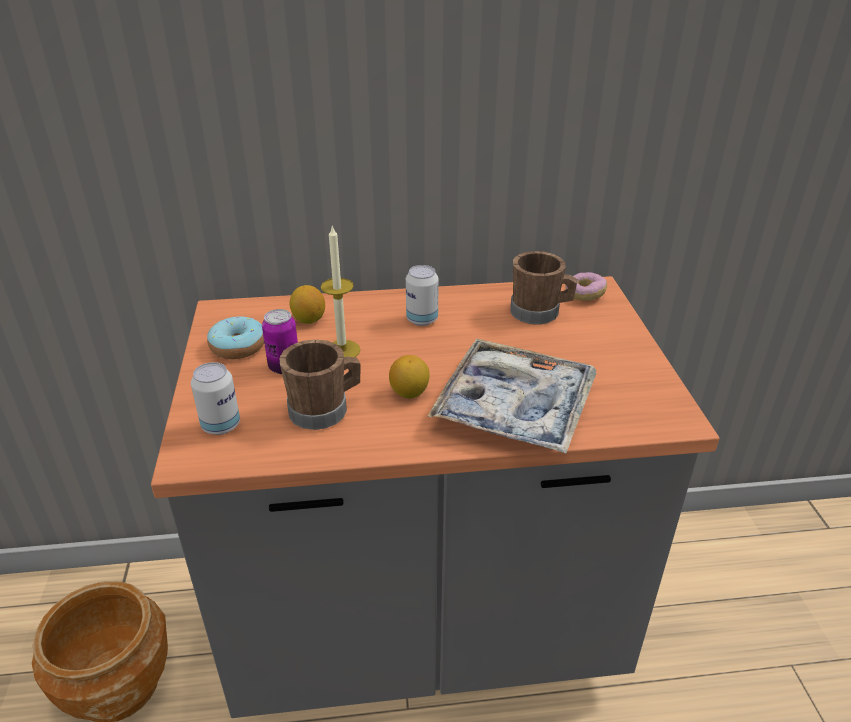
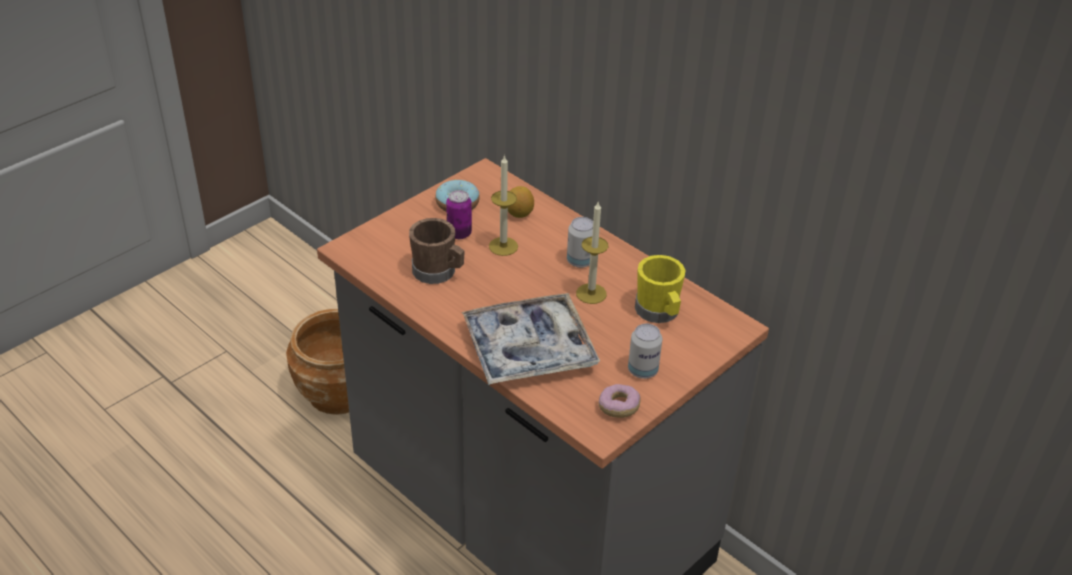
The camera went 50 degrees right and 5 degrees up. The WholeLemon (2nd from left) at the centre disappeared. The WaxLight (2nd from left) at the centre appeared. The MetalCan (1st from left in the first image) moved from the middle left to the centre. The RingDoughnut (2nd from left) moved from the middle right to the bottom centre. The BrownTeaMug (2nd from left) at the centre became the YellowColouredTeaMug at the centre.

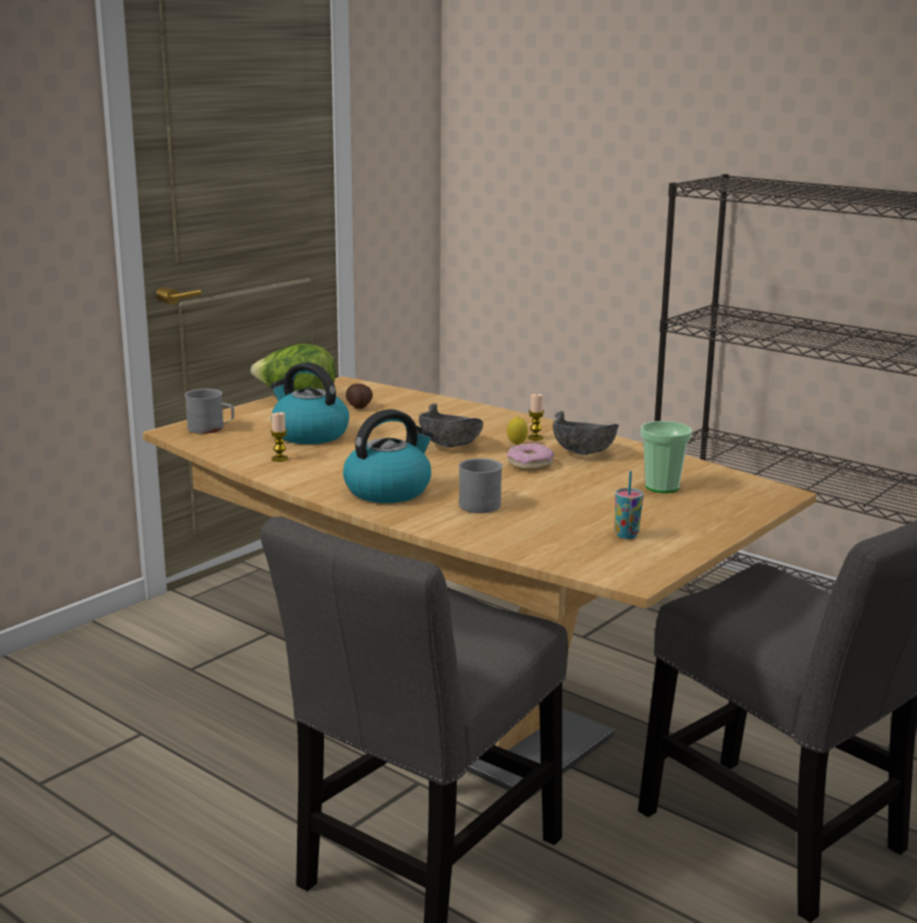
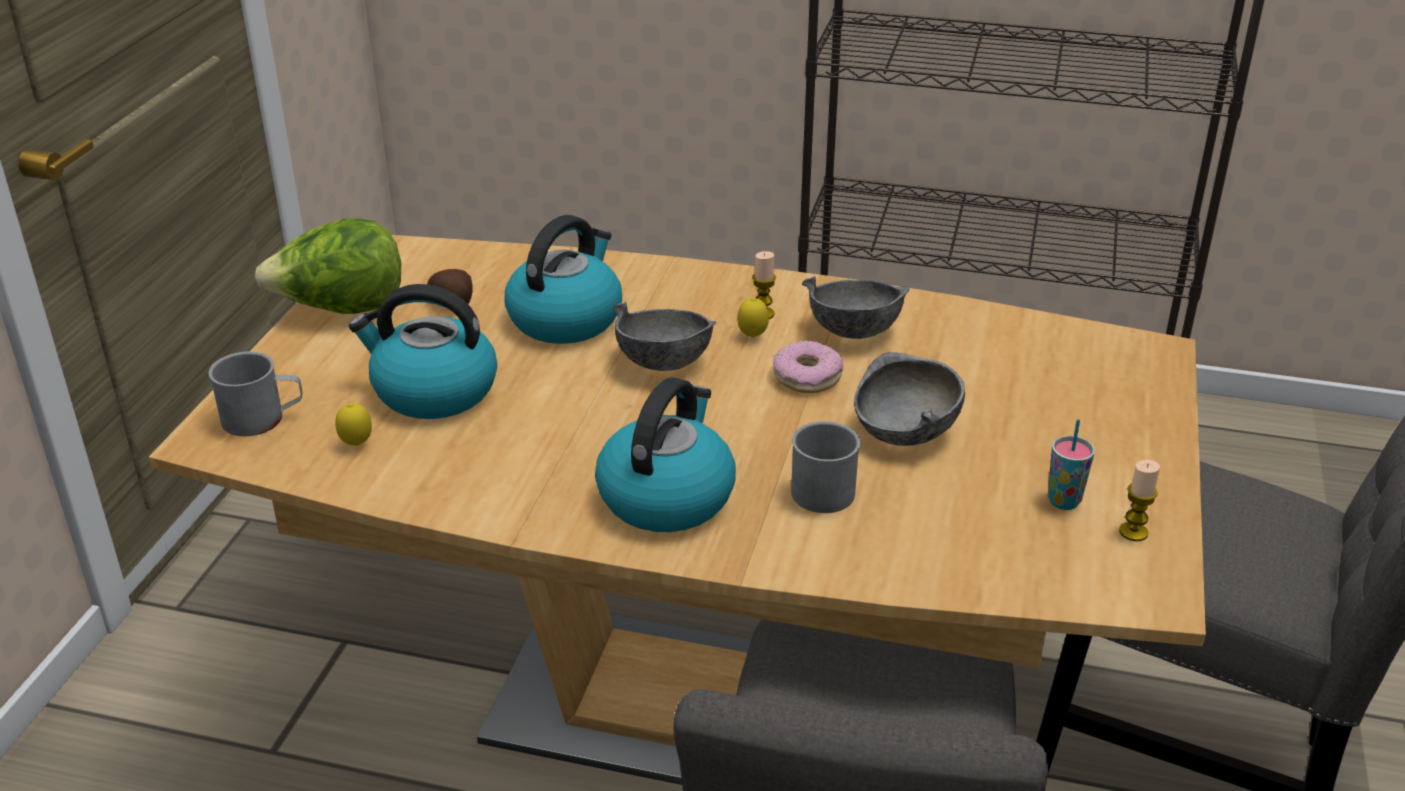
The camera went 25 degrees left and 15 degrees up. The Cup (2nd from left) at the middle right disappeared. The WholeLemon (1st from left) at the middle left appeared. The Kettle (2nd from left) at the centre appeared. The GrayDeepDish (3rd from left) at the centre appeared. The WaxLight (1st from left in the first image) moved from the middle left to the middle right.

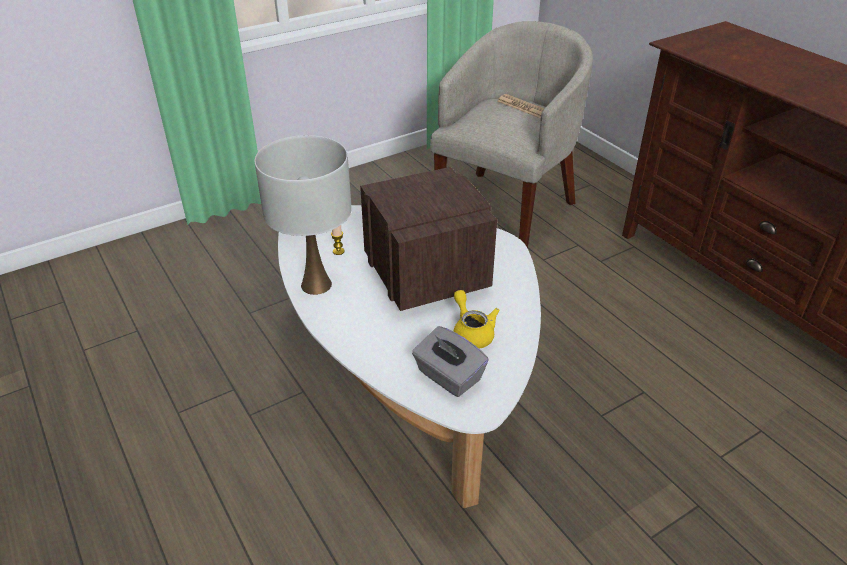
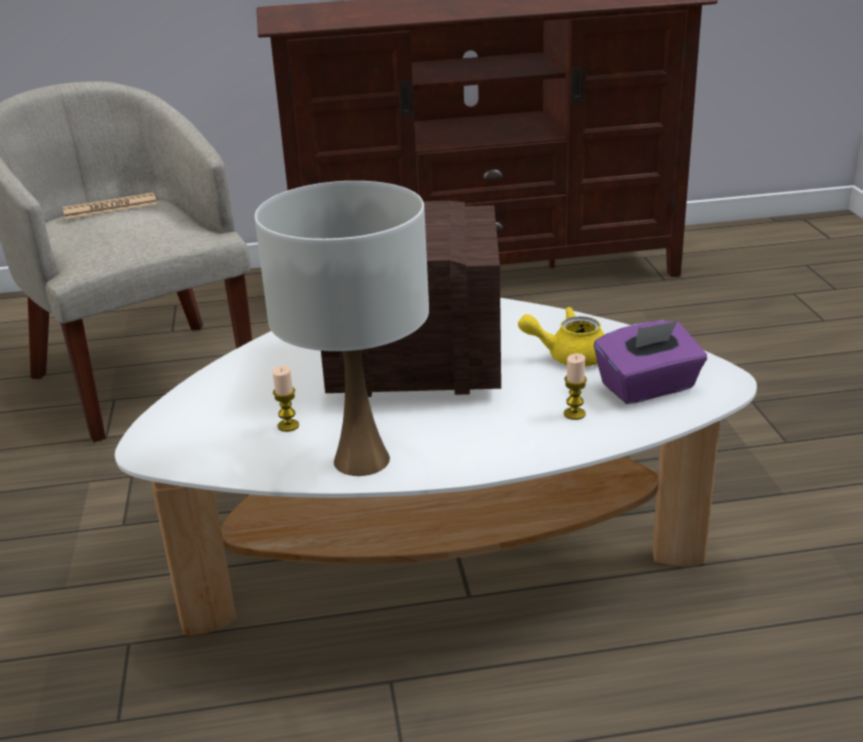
The camera went 65 degrees left and 10 degrees down. The WaxLight (2nd from left) at the centre appeared. The GrayBoxOfTissues at the centre became the PurpleBoxOfTissues at the middle right.

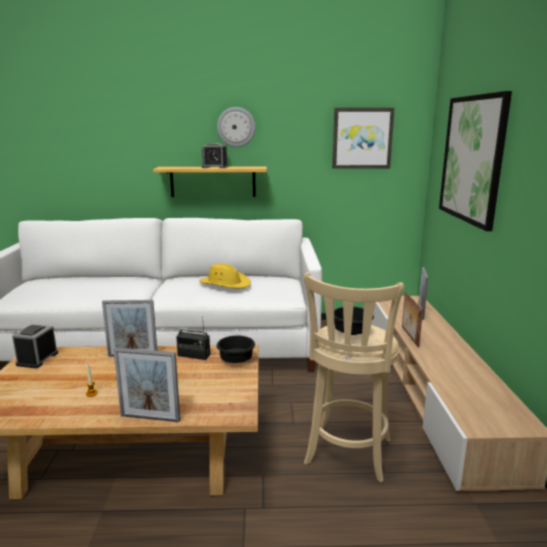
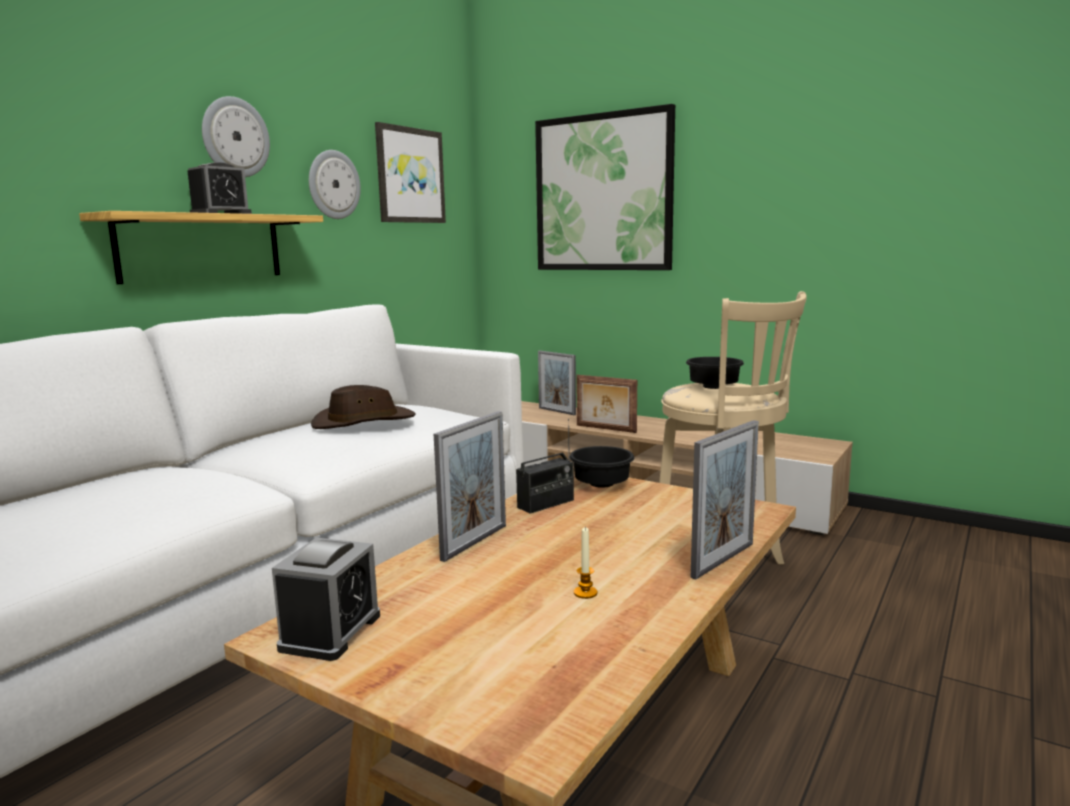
The camera went 55 degrees left and 5 degrees down. The ClockOnTheWall (2nd from left) at the top left appeared. The YellowColouredWearableHat at the centre became the BrownWearableHat at the centre. The AlarmClock (1st from left in the first image) at the middle left turned 120 degrees counterclockwise.

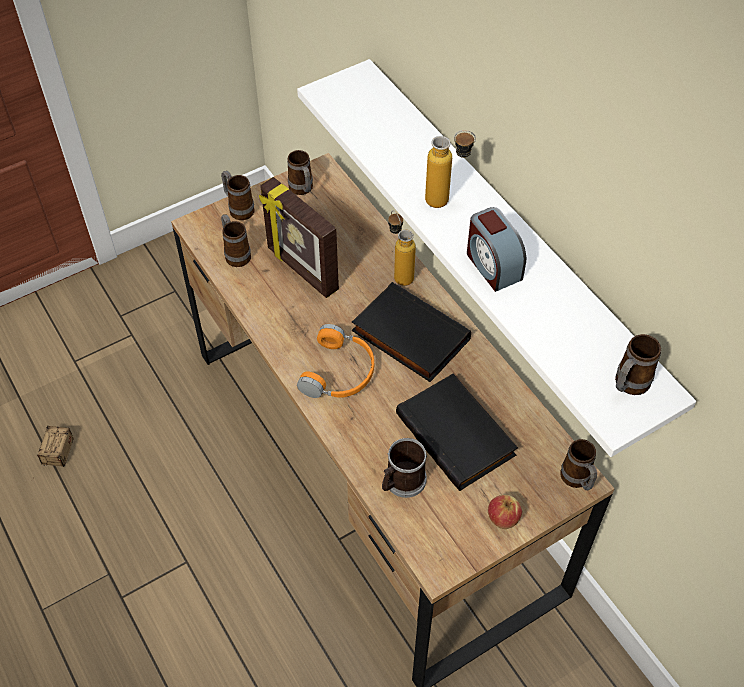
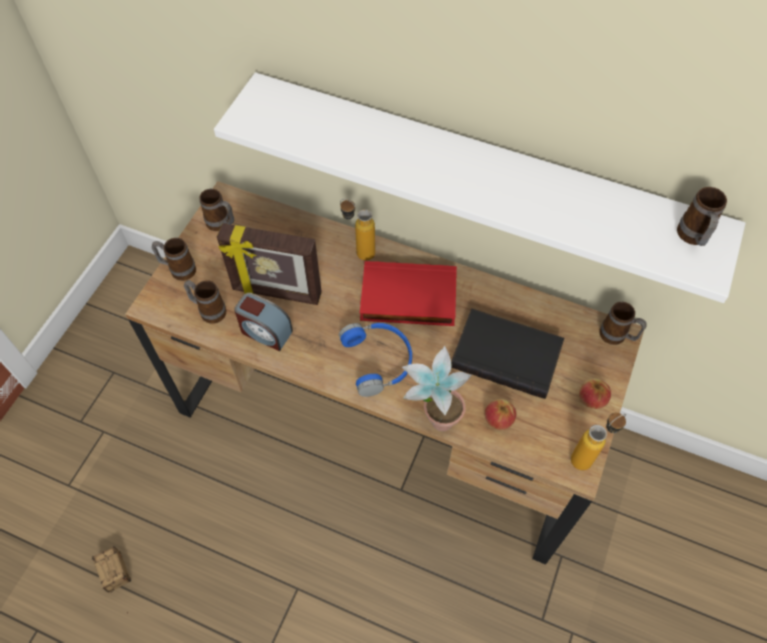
The camera went 35 degrees left and 5 degrees up. The PlantInAPot at the centre appeared. The DrinkBottle (2nd from left) moved from the top centre to the bottom right. The AlarmClock moved from the middle right to the centre. The TeaMug (4th from left) at the bottom centre was replaced by the AppleFruit (1st from left) at the centre. The OrangePairOfHeadphones at the centre became the BlueColouredPairOfHeadphones at the centre. The BlackishVolume (1st from left) at the centre became the RedColouredVolume at the centre.

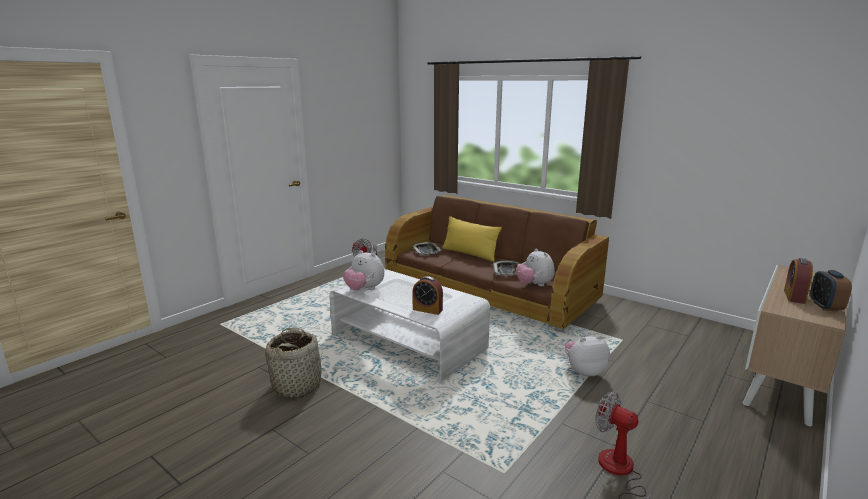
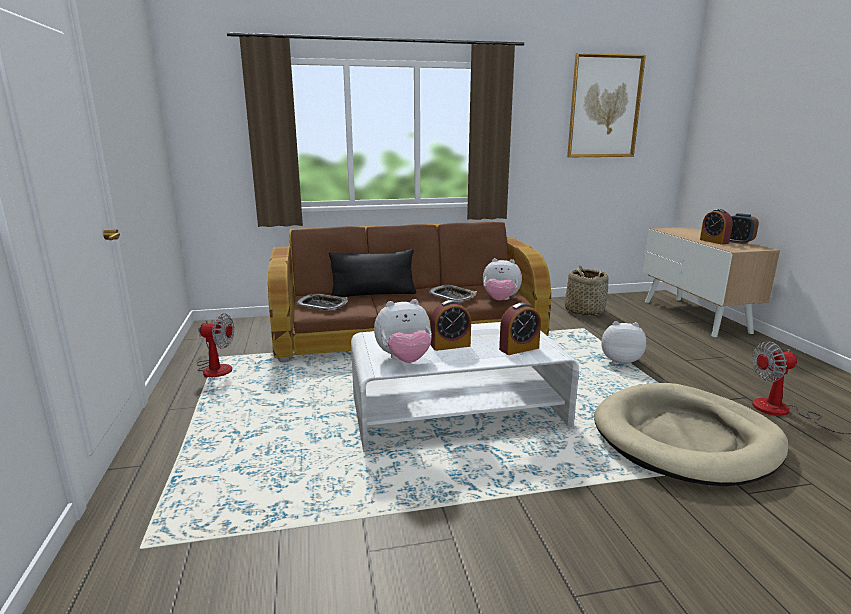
The camera went 50 degrees left and 0 degrees up. The AlarmClock (1st from left) at the centre appeared. The WallPicture at the top right appeared. The BeigeColouredDogCushion at the bottom right appeared. The Basket moved from the bottom centre to the middle right. The YellowColouredCushion at the centre became the BlackishCushion at the centre. The SoftToy (3rd from left) at the bottom right turned 75 degrees clockwise.

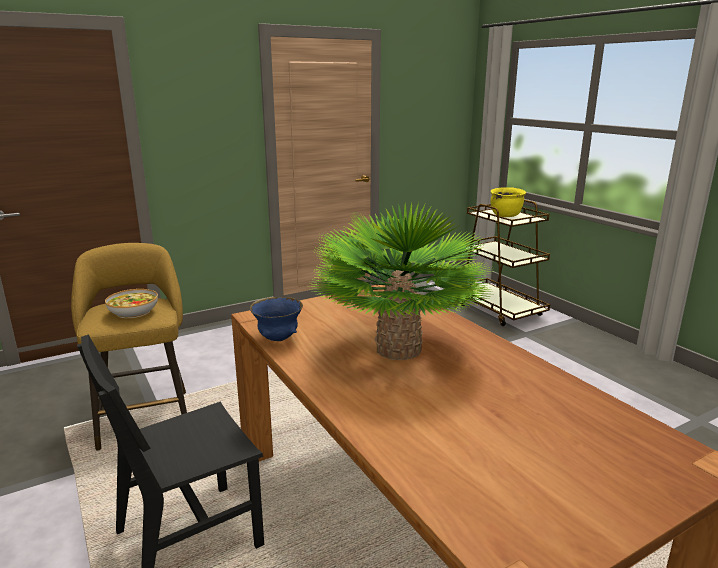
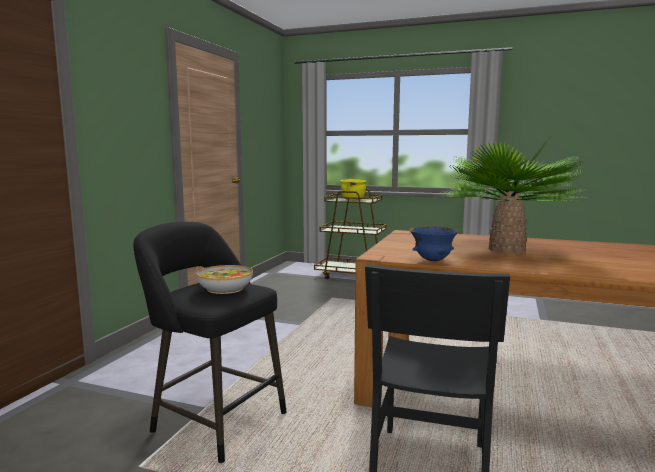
The camera went 40 degrees left and 10 degrees down. The YellowColouredSittingStool at the middle left became the BlackishSittingStool at the bottom left.

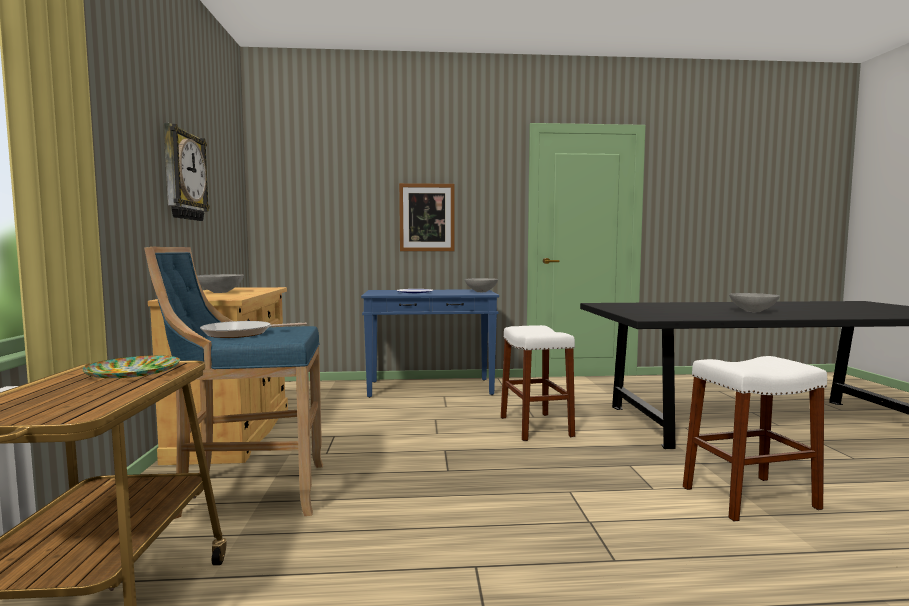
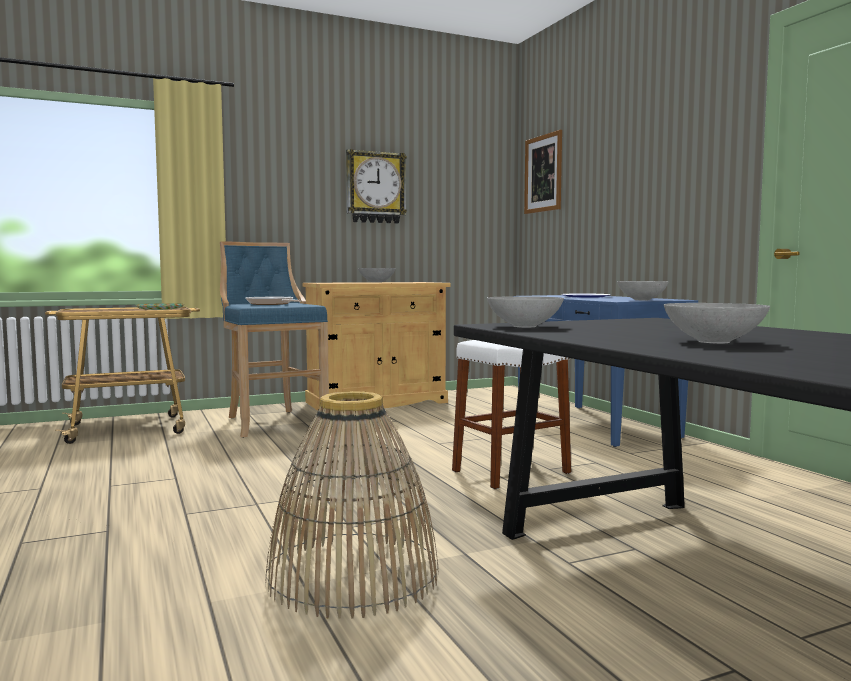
The camera went 70 degrees right and 0 degrees up. The GrayDeepDish (2nd from left) at the centre appeared. The WallPicture moved from the centre to the top centre. The WhitishSittingStool (2nd from left) at the bottom right was replaced by the Basket at the bottom centre.

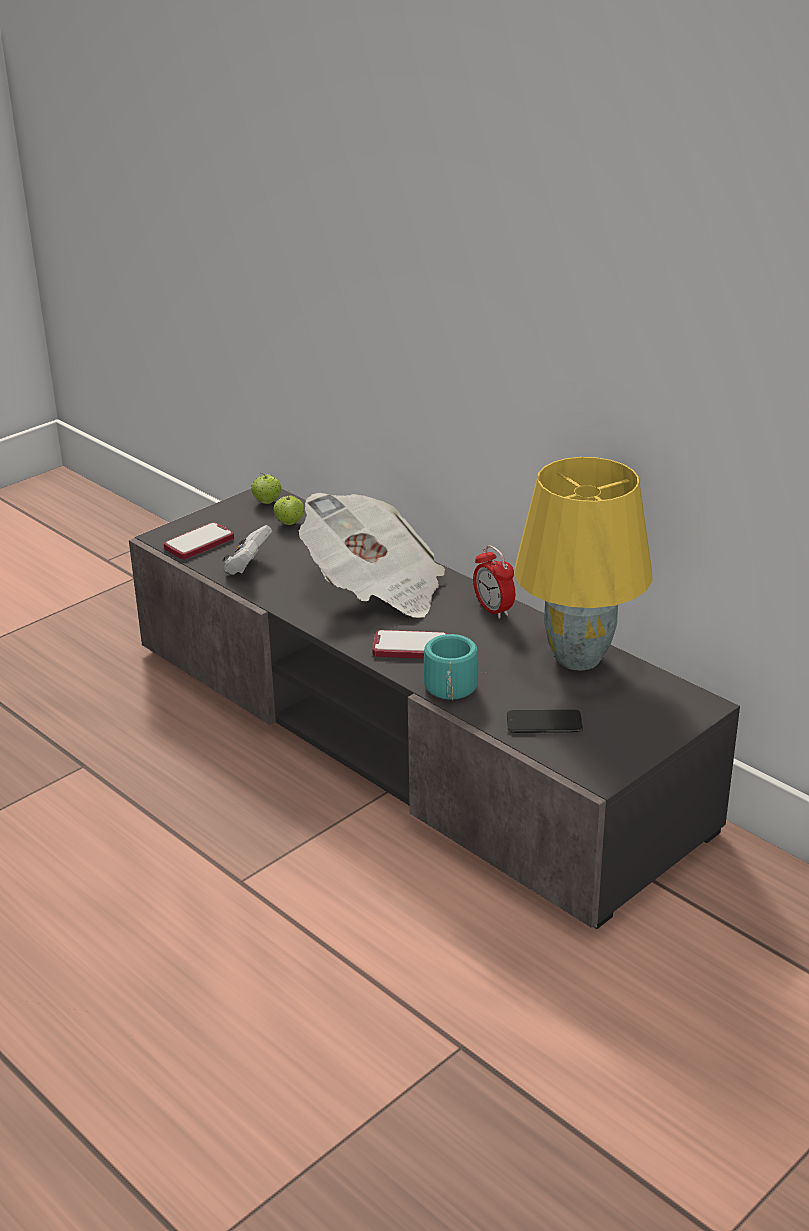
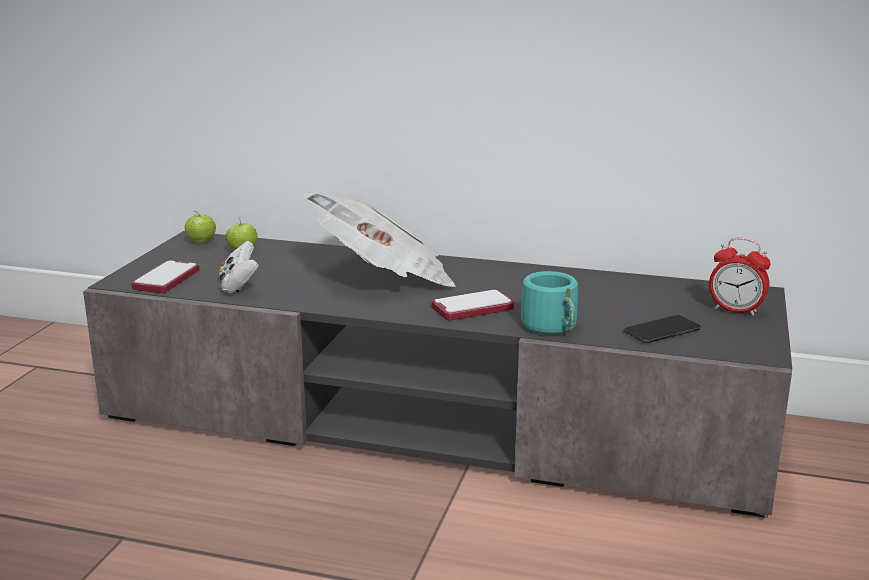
The camera went 30 degrees left and 10 degrees down. The YellowColouredTableLamp at the middle right disappeared. The AlarmClock moved from the centre to the middle right.

